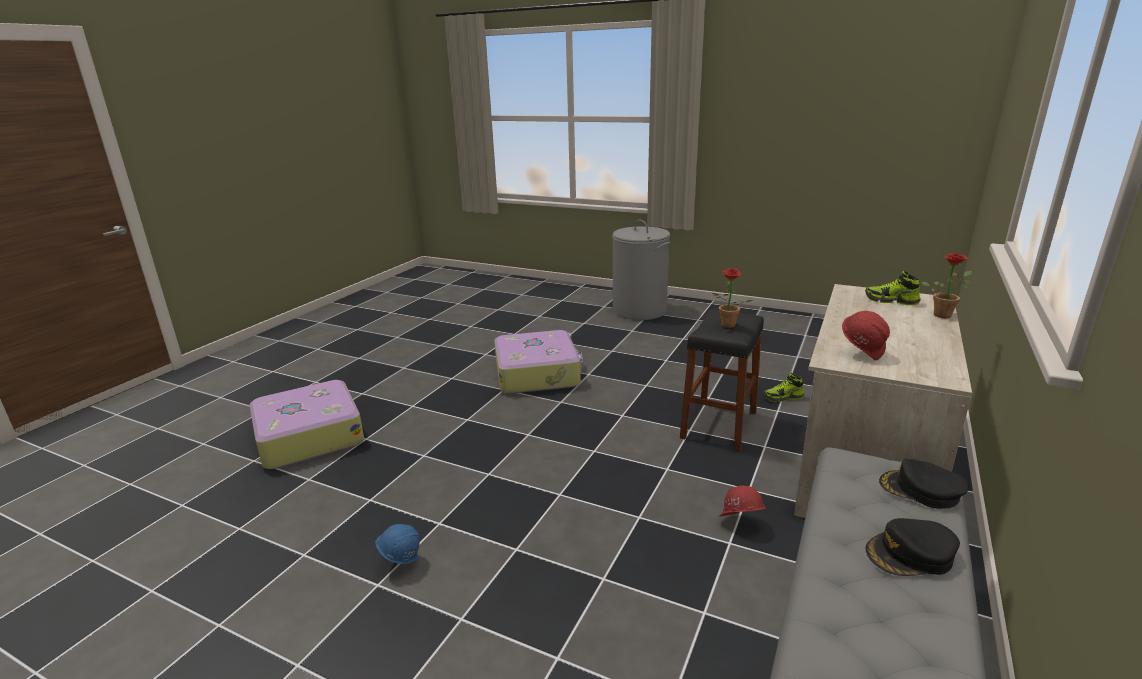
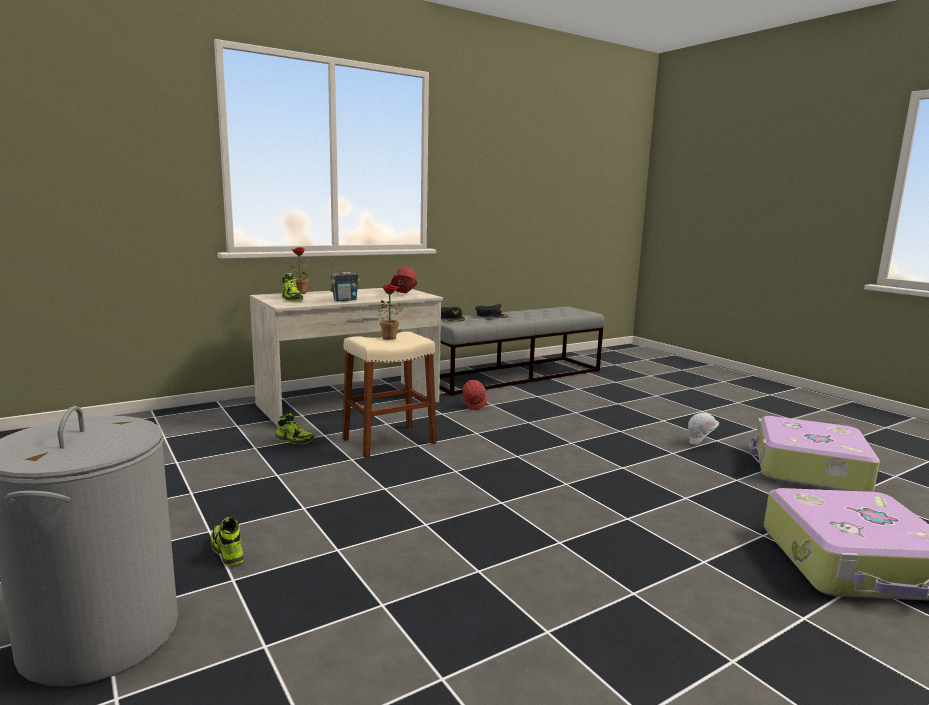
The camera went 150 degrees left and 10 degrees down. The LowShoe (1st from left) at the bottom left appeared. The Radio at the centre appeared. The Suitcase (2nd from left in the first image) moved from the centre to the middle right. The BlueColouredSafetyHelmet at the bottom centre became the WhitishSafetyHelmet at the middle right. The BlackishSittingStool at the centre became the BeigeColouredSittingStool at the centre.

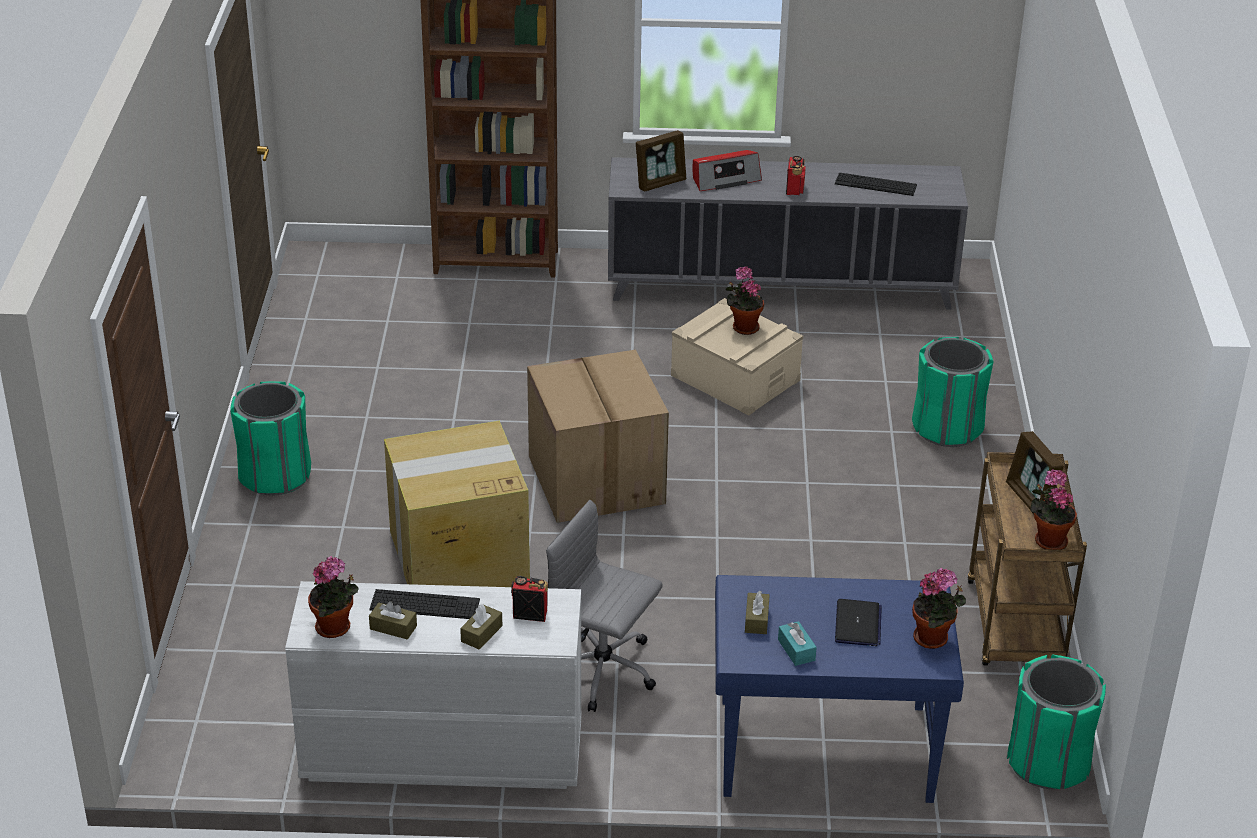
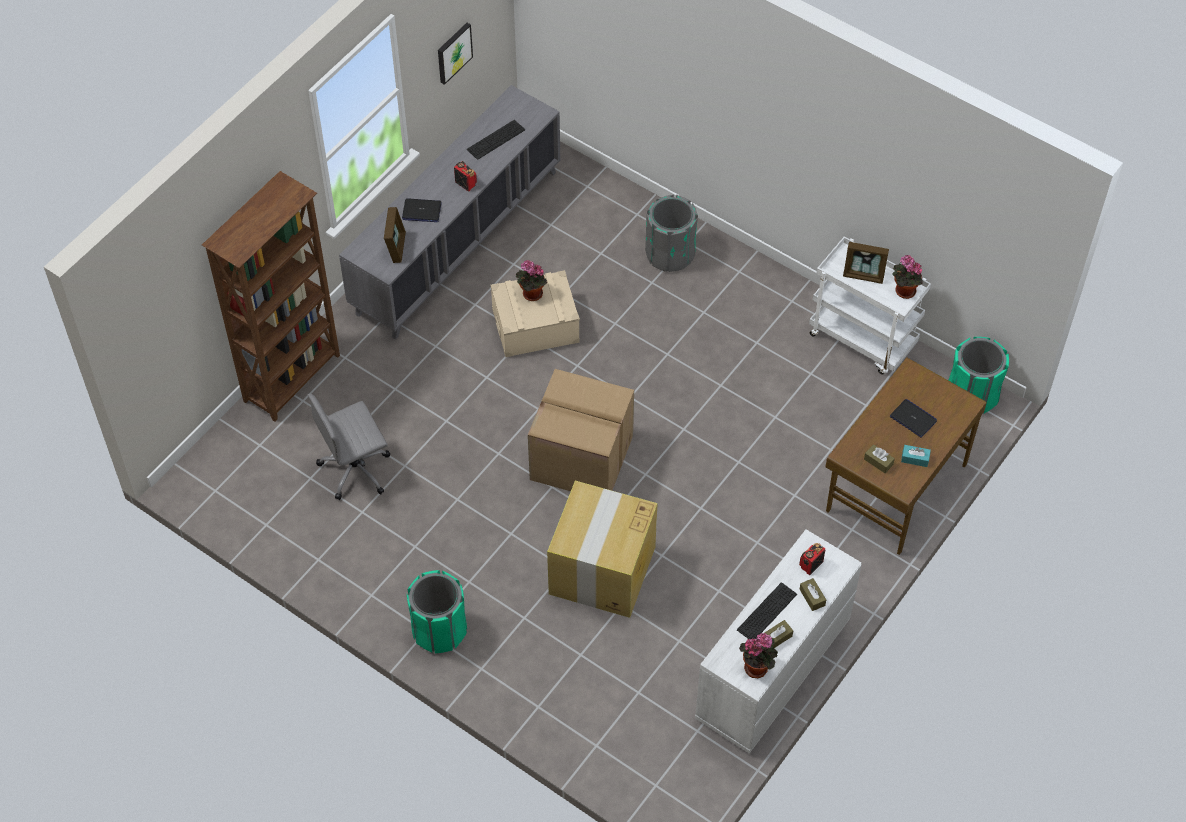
The camera went 55 degrees left and 20 degrees up. The PlantInAPot (3rd from left) at the bottom right disappeared. The WallPicture at the top centre appeared. The GrayComputerChair moved from the bottom centre to the middle left. The Radio (2nd from left) at the top centre was replaced by the NotebookComputer (1st from left) at the top centre. The BlueColouredDesk at the bottom right became the BrownDesk at the middle right. The GreenColouredWasteBin (2nd from left) at the middle right became the GrayWasteBin at the top centre. The BrownCart at the middle right became the WhitishCart at the middle right.

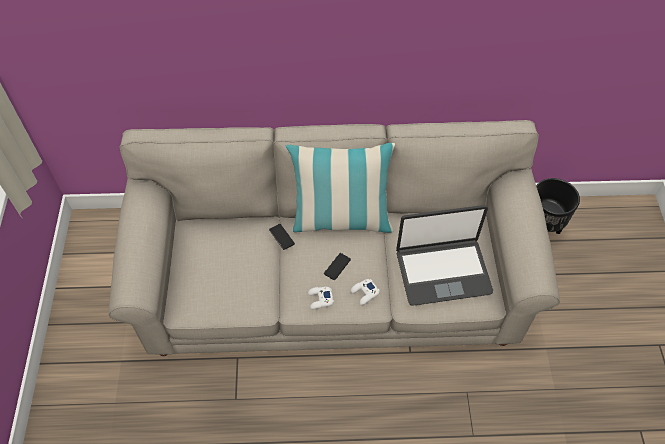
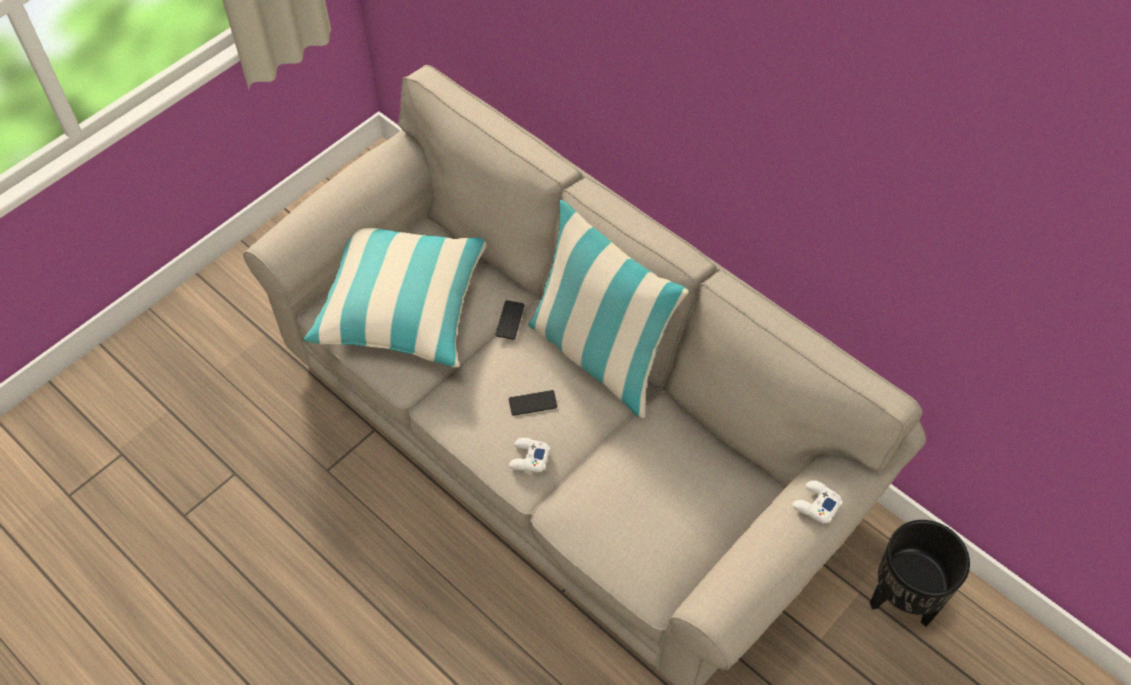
The camera went 45 degrees right and 0 degrees up. The NotebookComputer at the middle right disappeared. The Cushion (1st from left) at the centre appeared. The WhitishJoypad (1st from left in the first image) moved from the bottom centre to the bottom right.

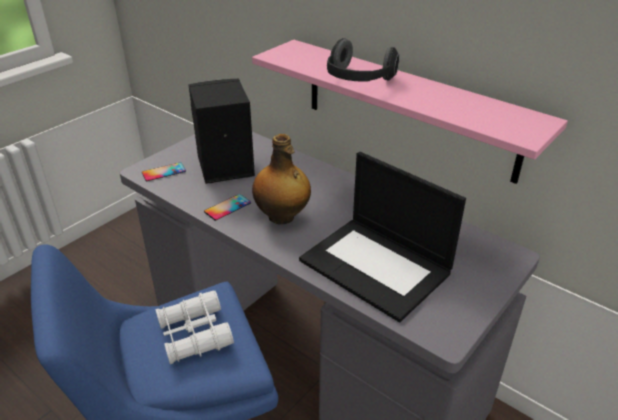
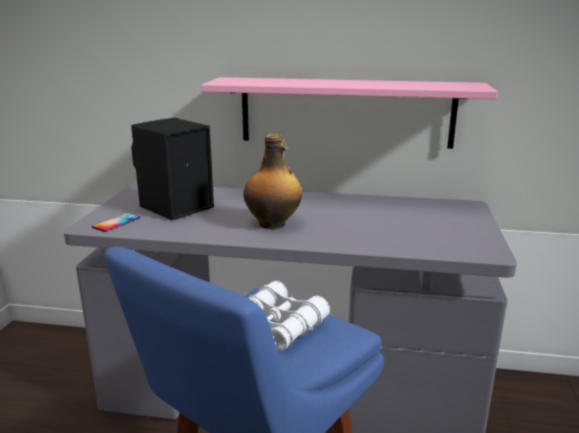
The camera went 30 degrees left and 15 degrees down. The Handset (2nd from left) at the centre disappeared. The NotebookComputer at the centre disappeared. The PairOfHeadphones at the top centre disappeared.

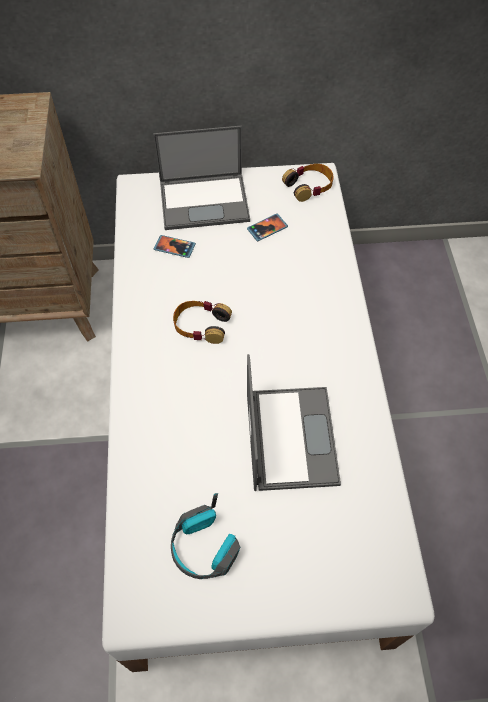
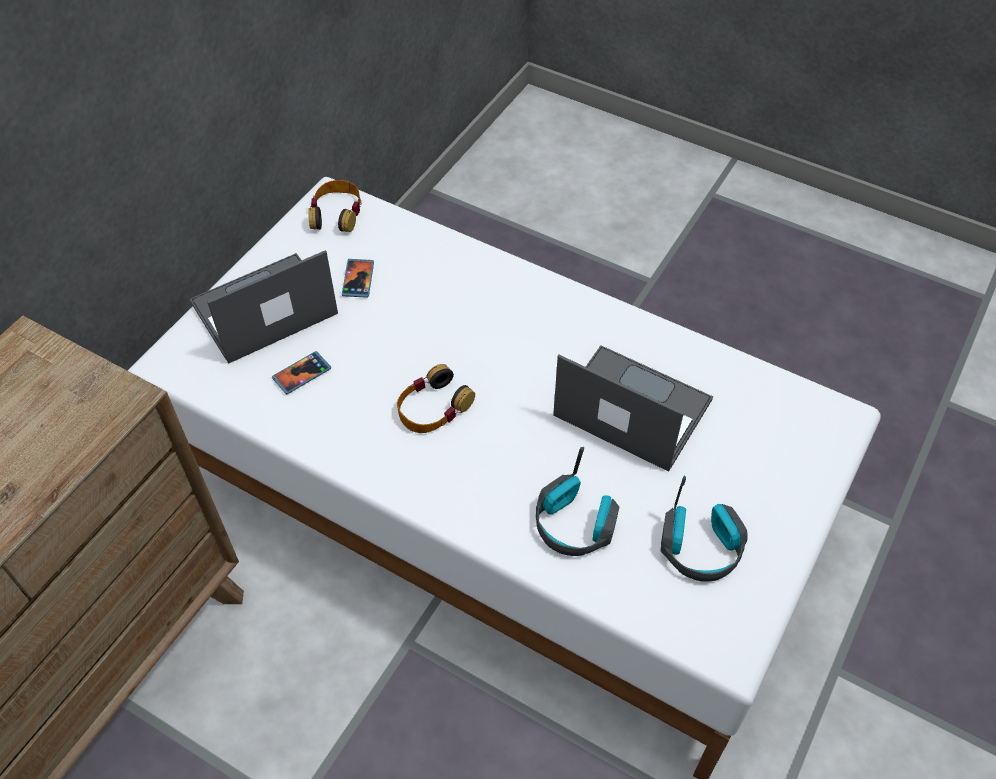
The camera went 55 degrees left and 5 degrees down. The PairOfHeadphones (3rd from left) at the centre appeared. The NotebookComputer (1st from left) at the top centre turned 150 degrees counterclockwise.

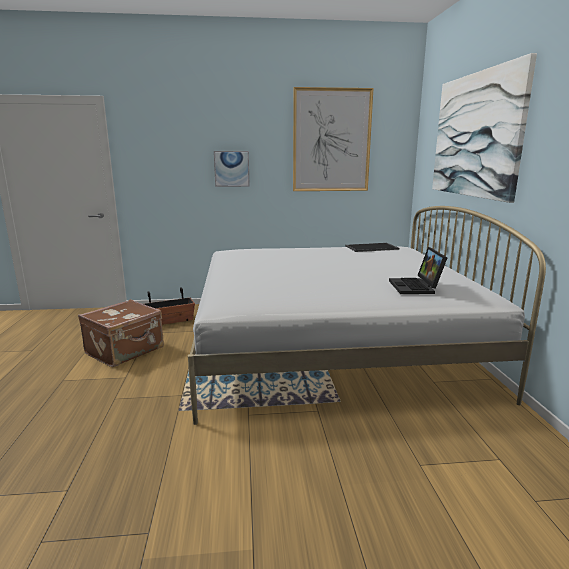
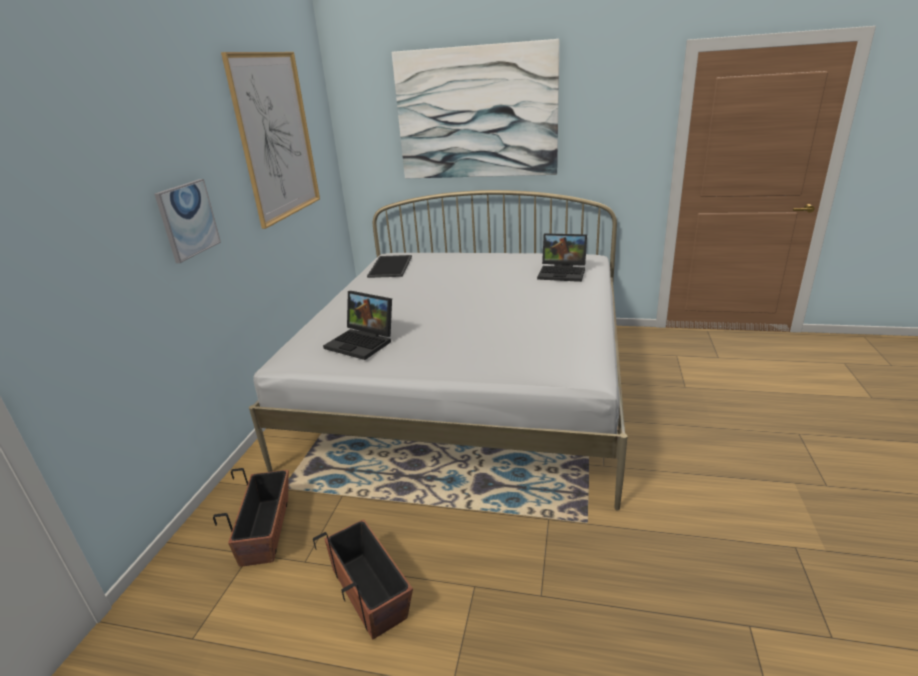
The camera went 70 degrees left and 10 degrees up. The NotebookComputer (1st from left) at the centre appeared. The BrownSuitcase at the middle left was replaced by the PlantPot (2nd from left) at the bottom centre.

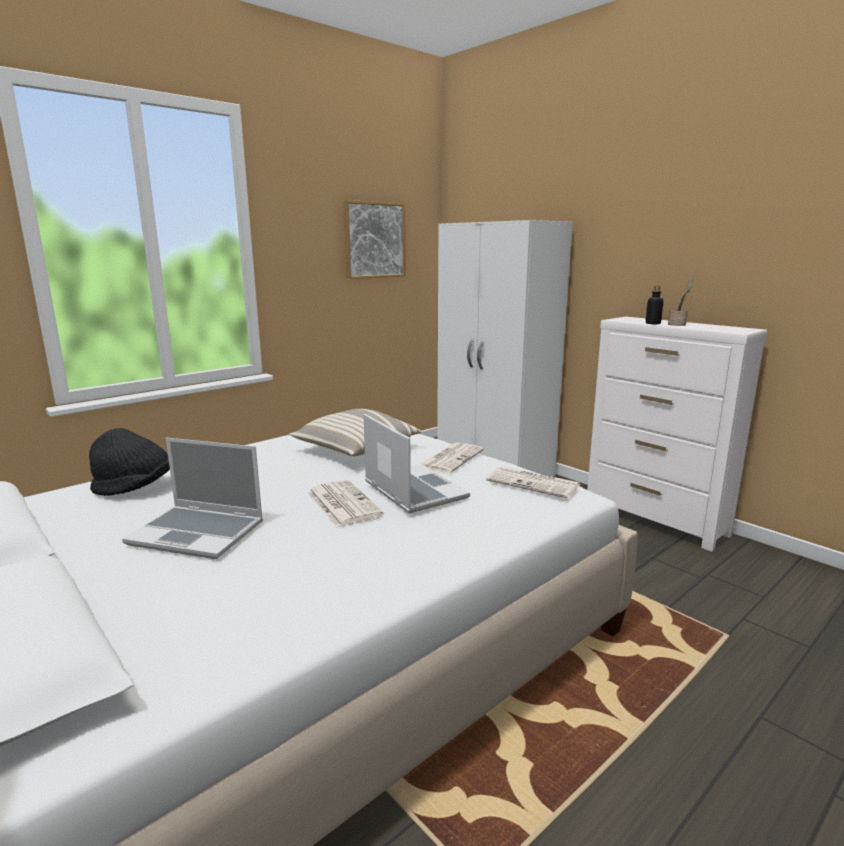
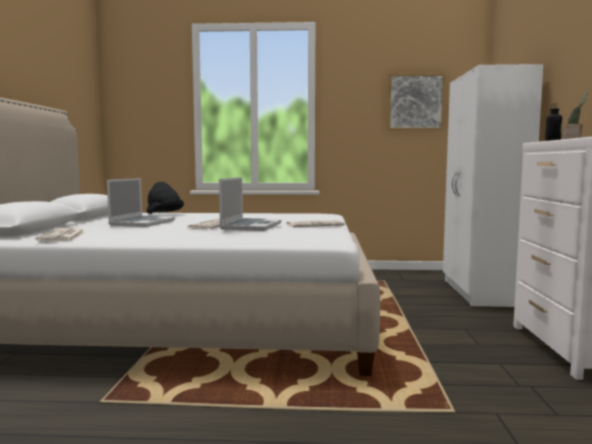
The camera went 45 degrees right and 10 degrees down. The Cushion at the centre disappeared. The DailyPaper (3rd from left in the first image) moved from the centre to the middle left. The NotebookComputer (1st from left) at the middle left turned 135 degrees counterclockwise.

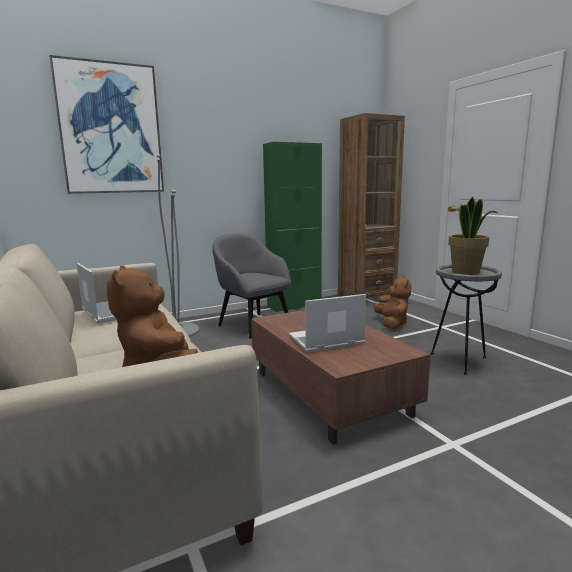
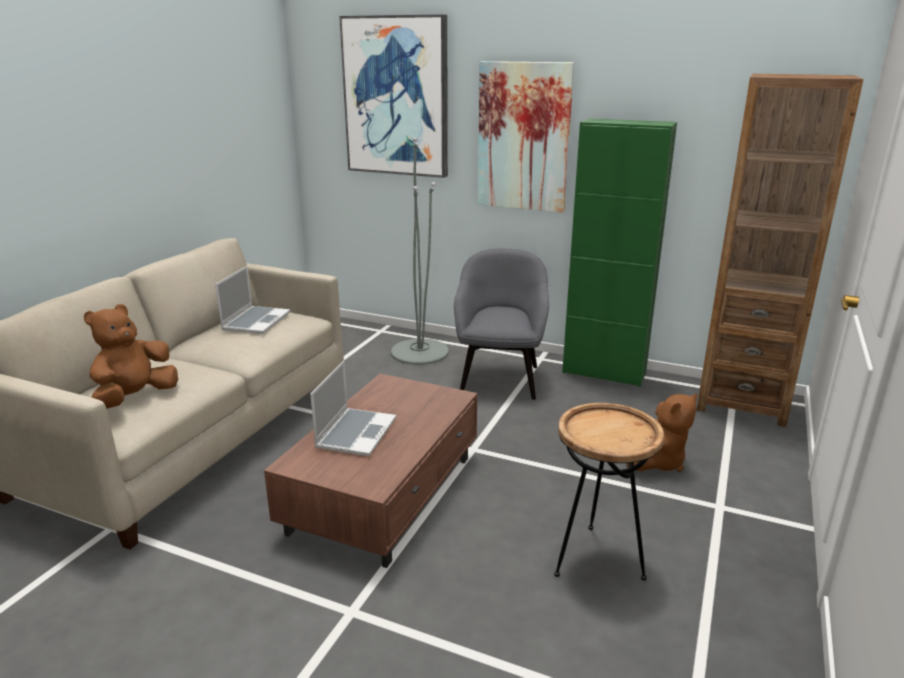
The camera went 50 degrees right and 10 degrees up. The PlantInAPot at the middle right disappeared. The WallPicture (2nd from left) at the top centre appeared. The GrayEndTable at the middle right became the BrownEndTable at the bottom right. The NotebookComputer (2nd from left) at the centre turned 75 degrees clockwise.

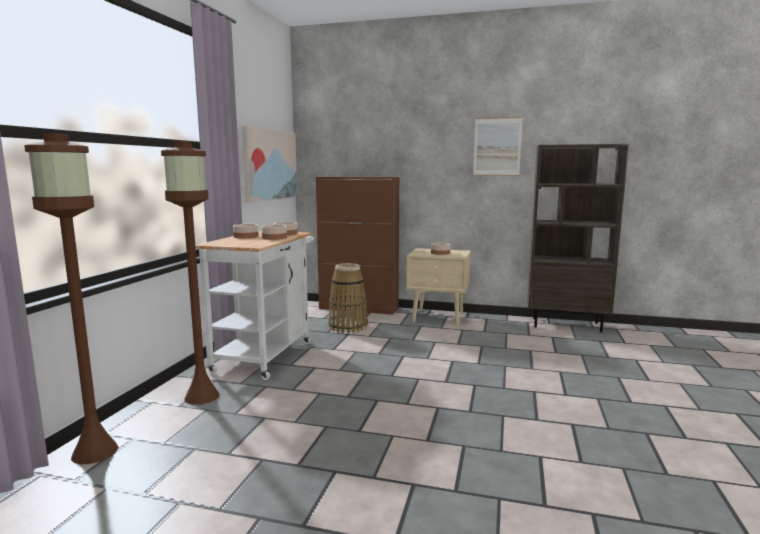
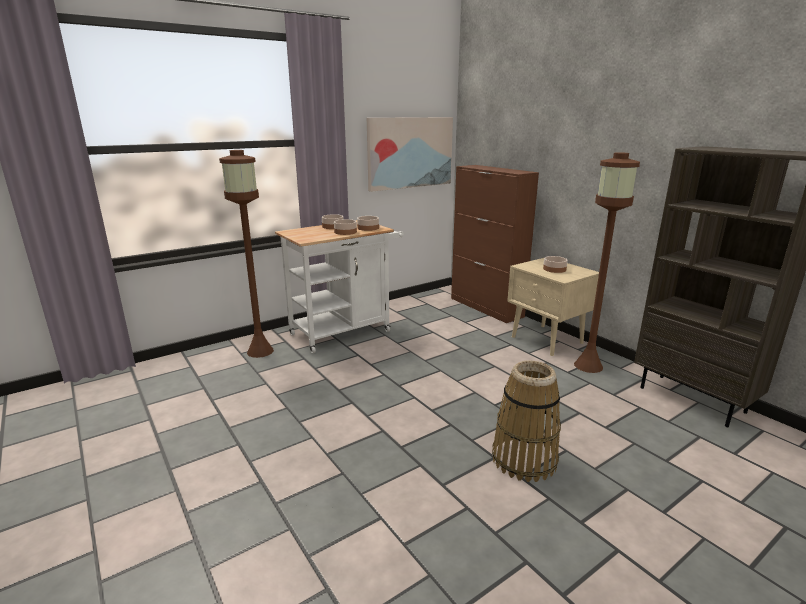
The camera went 40 degrees right and 10 degrees up. The WallPicture (2nd from left) at the top centre disappeared. The BrownStandingLamp (1st from left in the first image) moved from the middle left to the middle right. The Basket moved from the centre to the bottom centre.

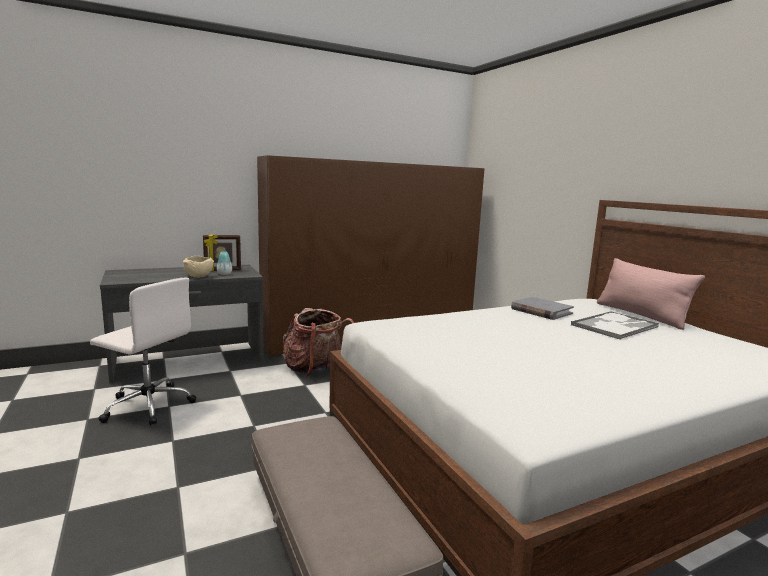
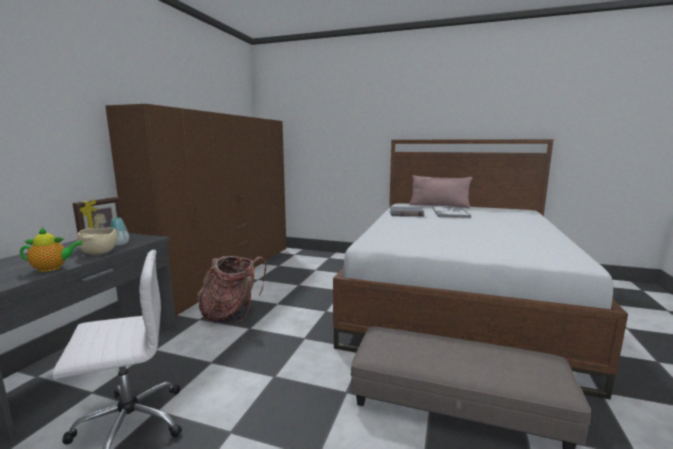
The camera went 45 degrees left and 0 degrees up. The PotForTea at the middle left appeared.

